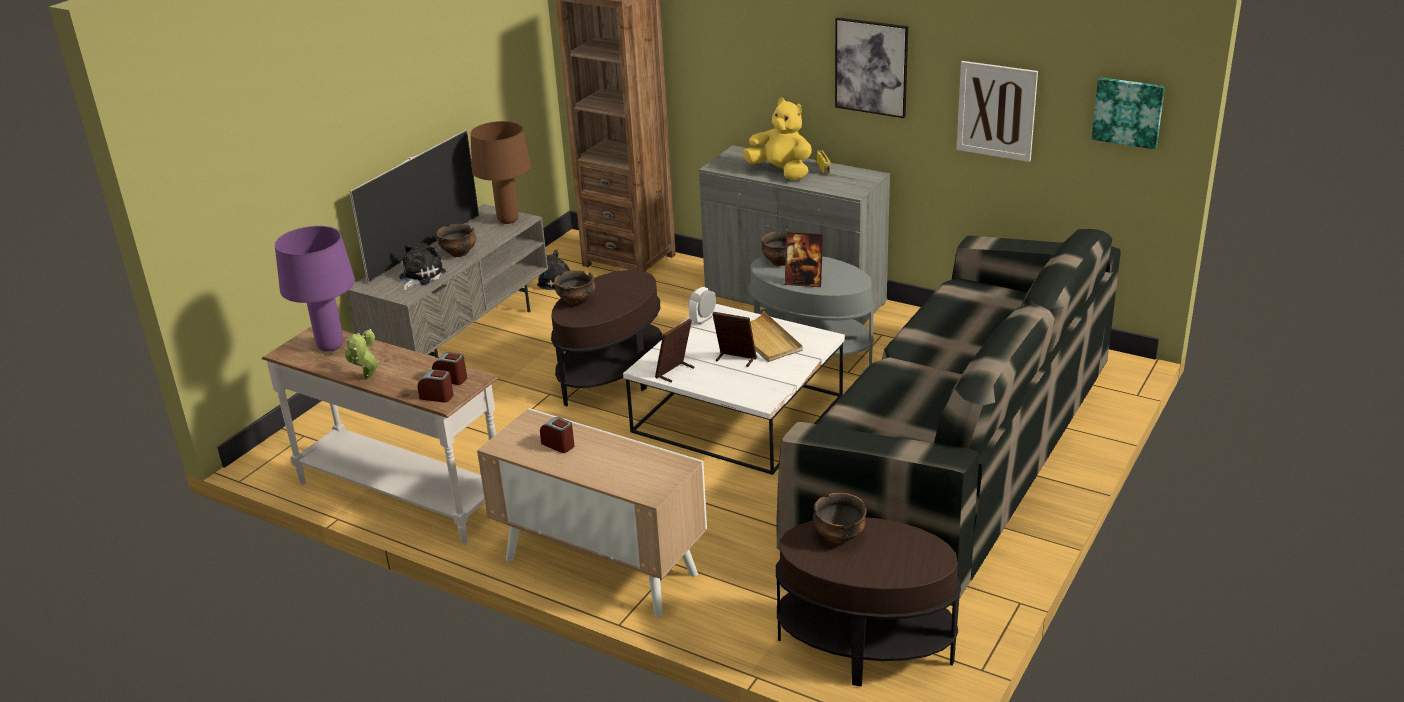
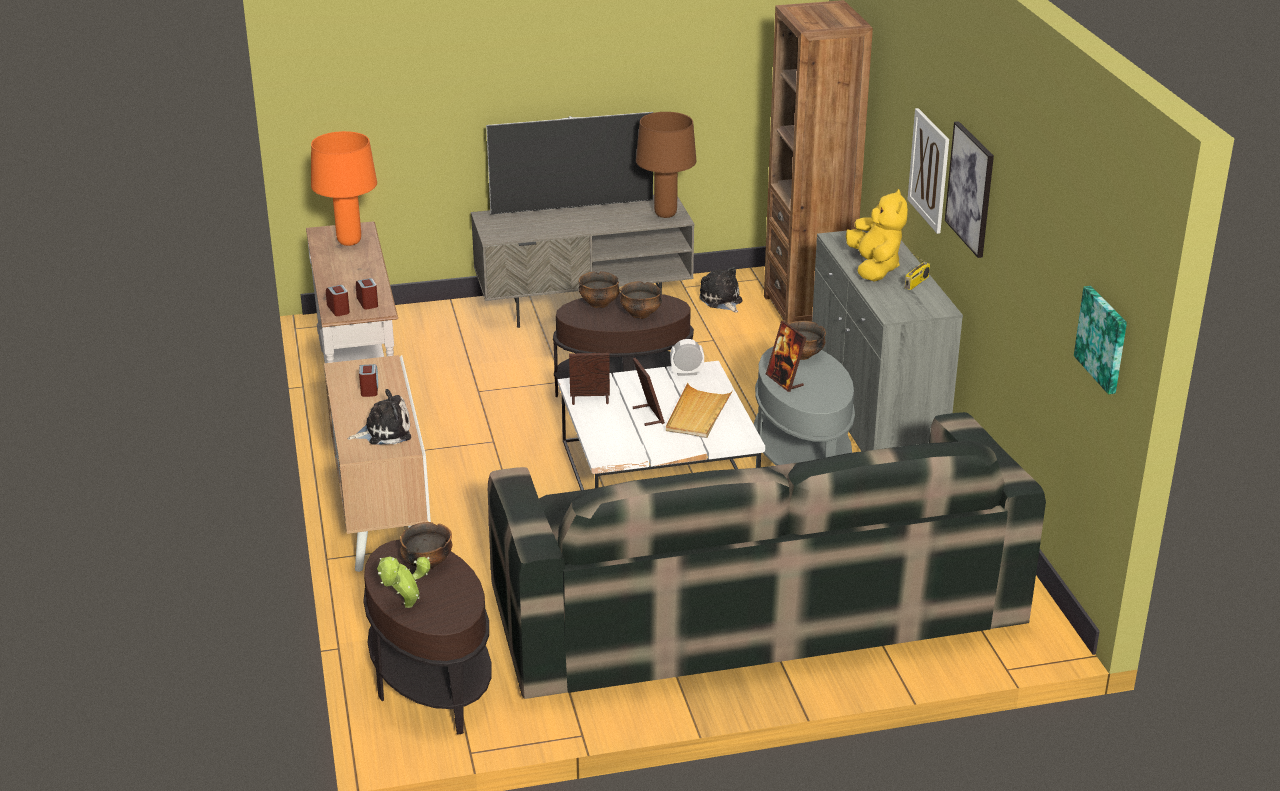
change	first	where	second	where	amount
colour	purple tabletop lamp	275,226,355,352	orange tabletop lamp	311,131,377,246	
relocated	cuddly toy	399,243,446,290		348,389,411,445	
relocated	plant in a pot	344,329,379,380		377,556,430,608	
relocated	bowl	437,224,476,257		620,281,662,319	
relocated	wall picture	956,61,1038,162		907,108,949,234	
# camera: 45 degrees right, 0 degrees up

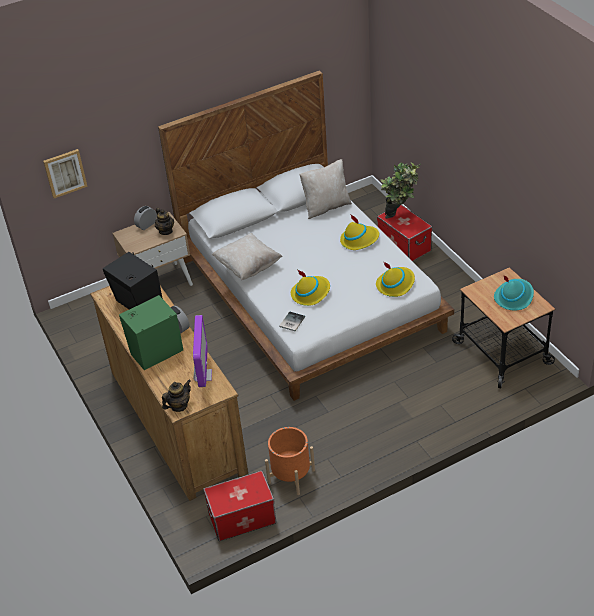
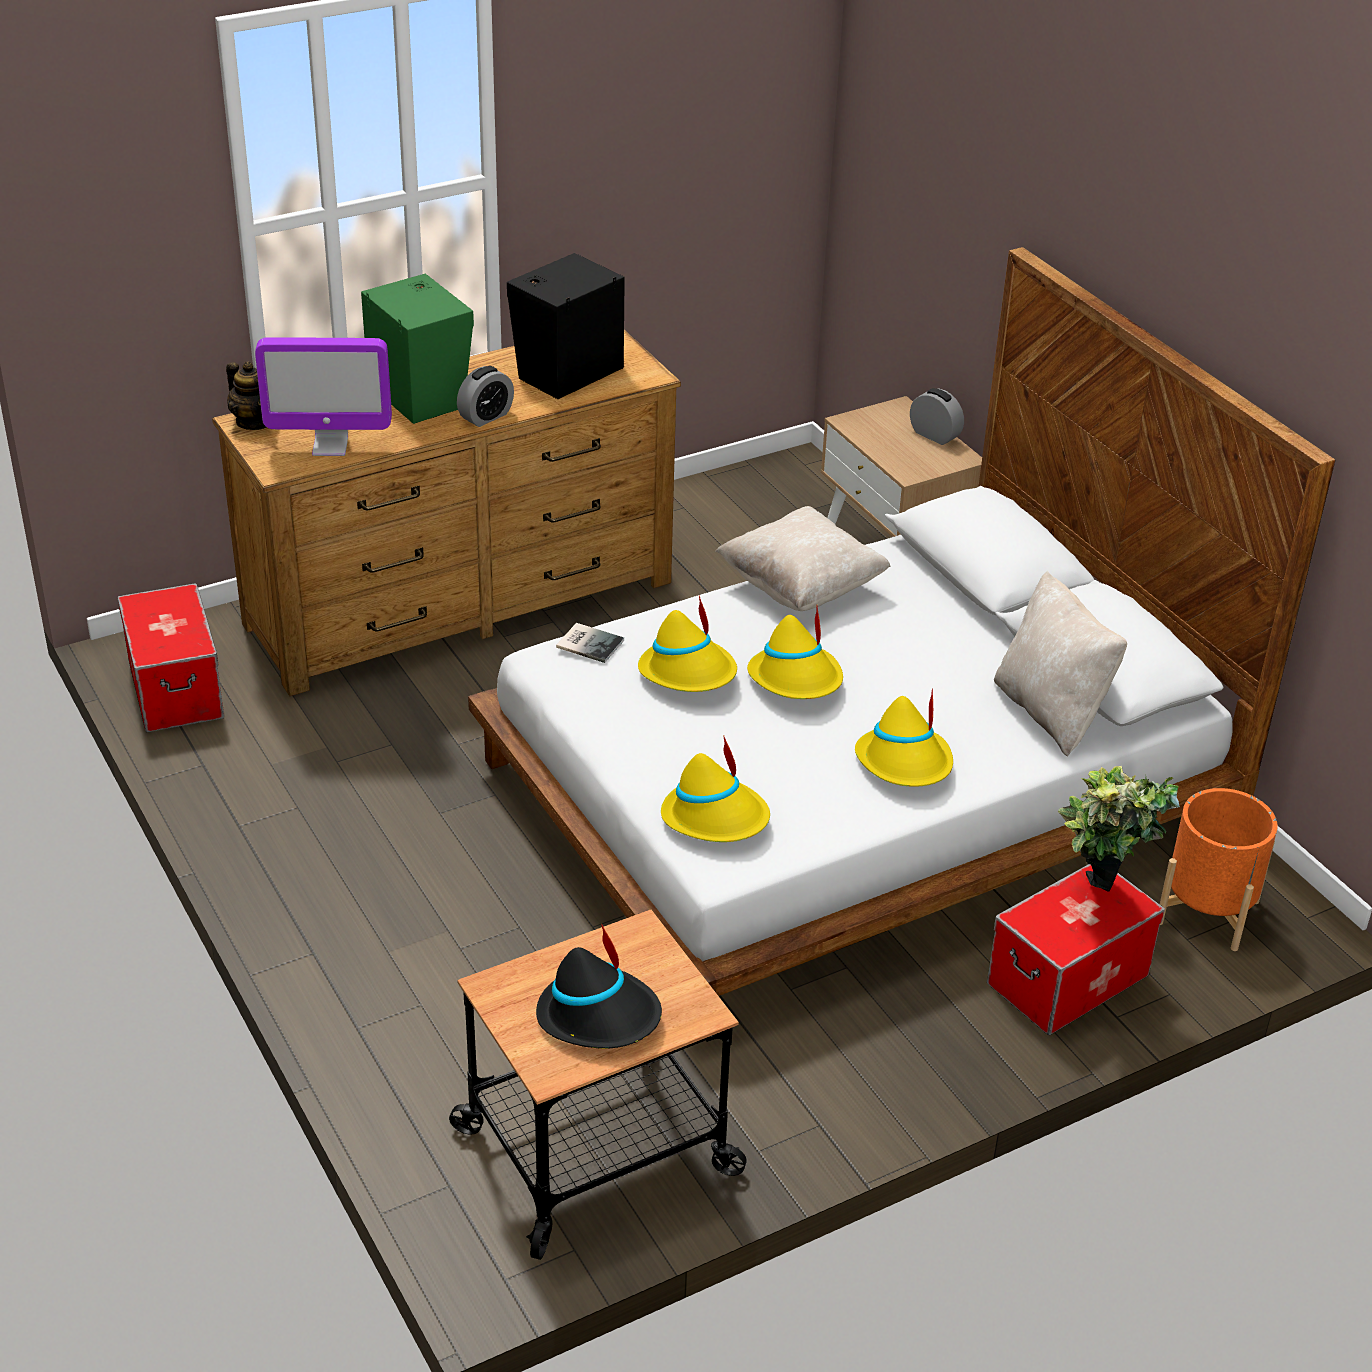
change	first	where	second	where	amount
colour	turquoise wearable hat	494,275,534,310	black wearable hat	536,924,662,1049	
appeared			yellow-coloured wearable hat	747,606,843,699	
relocated	orange flower pot	265,427,315,495		1160,788,1278,951	
missing	wall picture	43,149,88,198			
missing	teapot	155,208,174,235			
# camera: 85 degrees right, 5 degrees down

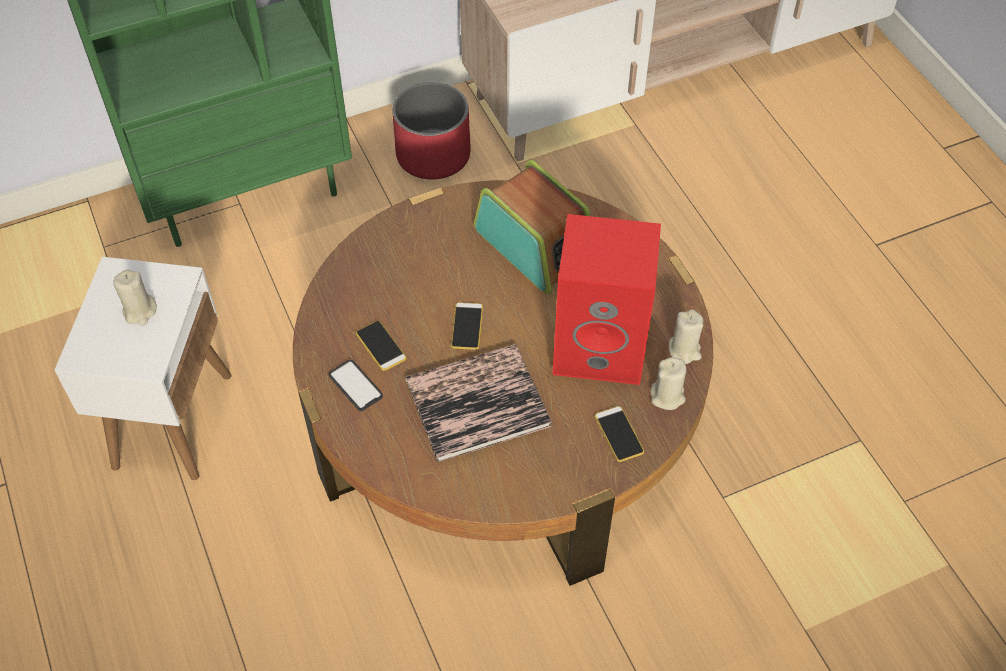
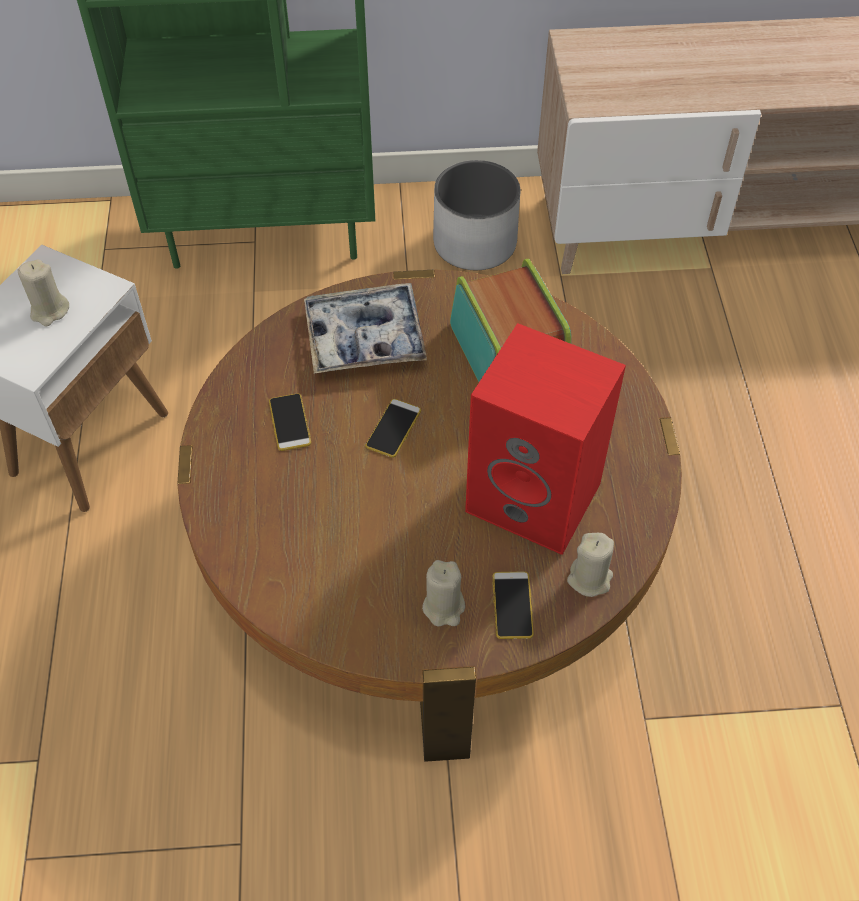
change	first	where	second	where	amount
appeared			carrying tray	304,283,427,373	
relocated	sand-coloured candle	669,309,703,364		422,560,465,627	
colour	reddish flower pot	392,82,471,180	whitish flower pot	433,160,520,270	
missing	phone	329,360,383,411			
missing	volume	406,344,551,463			
# camera: 20 degrees right, 0 degrees up

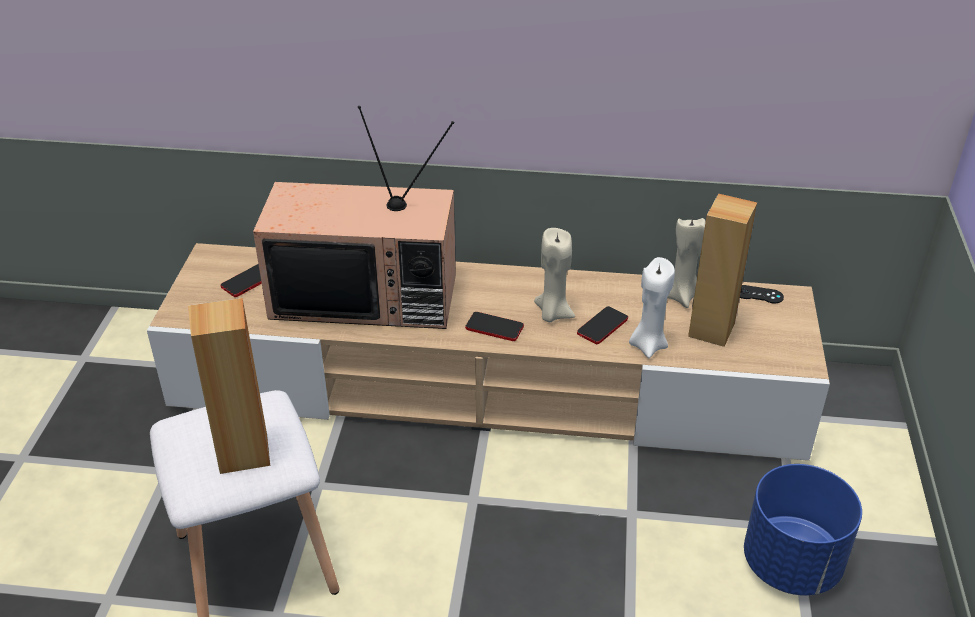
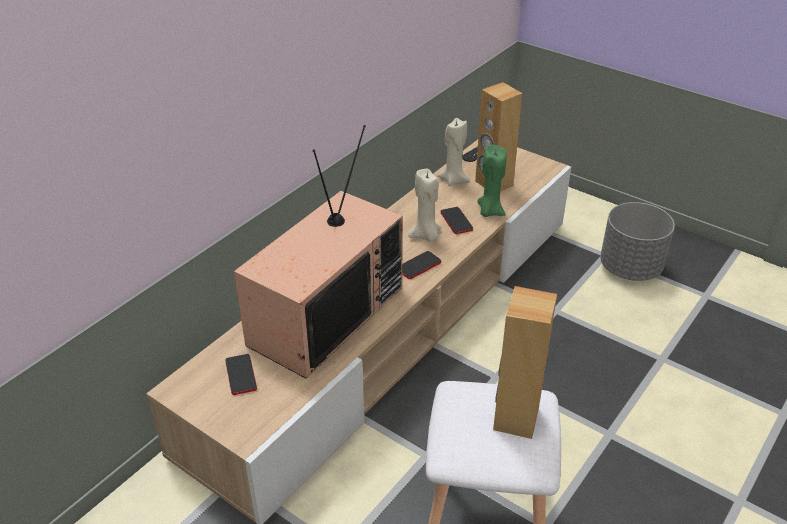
change	first	where	second	where	amount
colour	whitish candle	629,257,675,358	green candle	477,145,507,217	
colour	blue-coloured flower pot	744,464,862,596	grey flower pot	600,202,675,281	
# camera: 60 degrees left, 0 degrees up

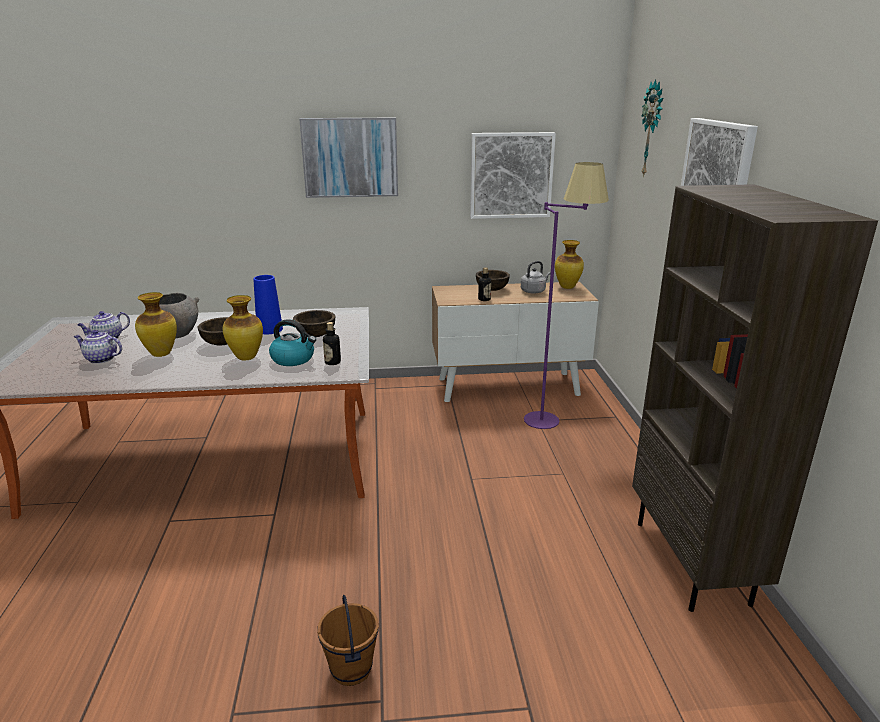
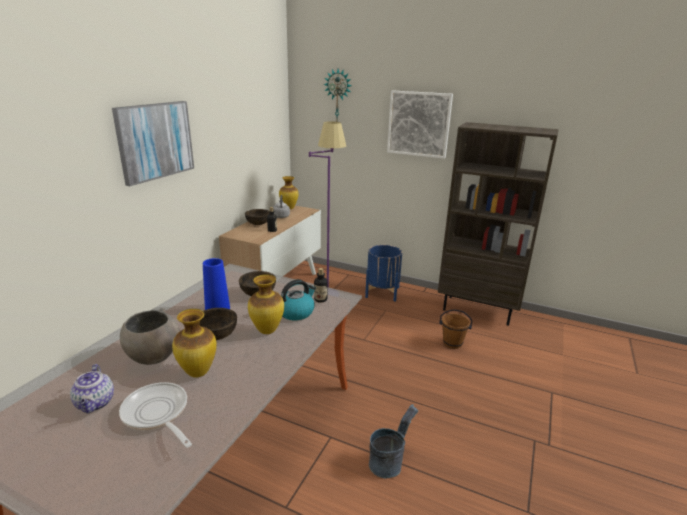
change	first	where	second	where	amount
exchanged	teapot	74,330,122,364	frying pan	119,382,192,448	
appeared			blue-coloured flower pot	365,245,402,302	
appeared			grey pail	369,404,418,479	
relocated	brownish pail	317,595,379,686		439,309,473,349	
missing	wall picture	470,132,556,219			
# camera: 60 degrees left, 0 degrees up

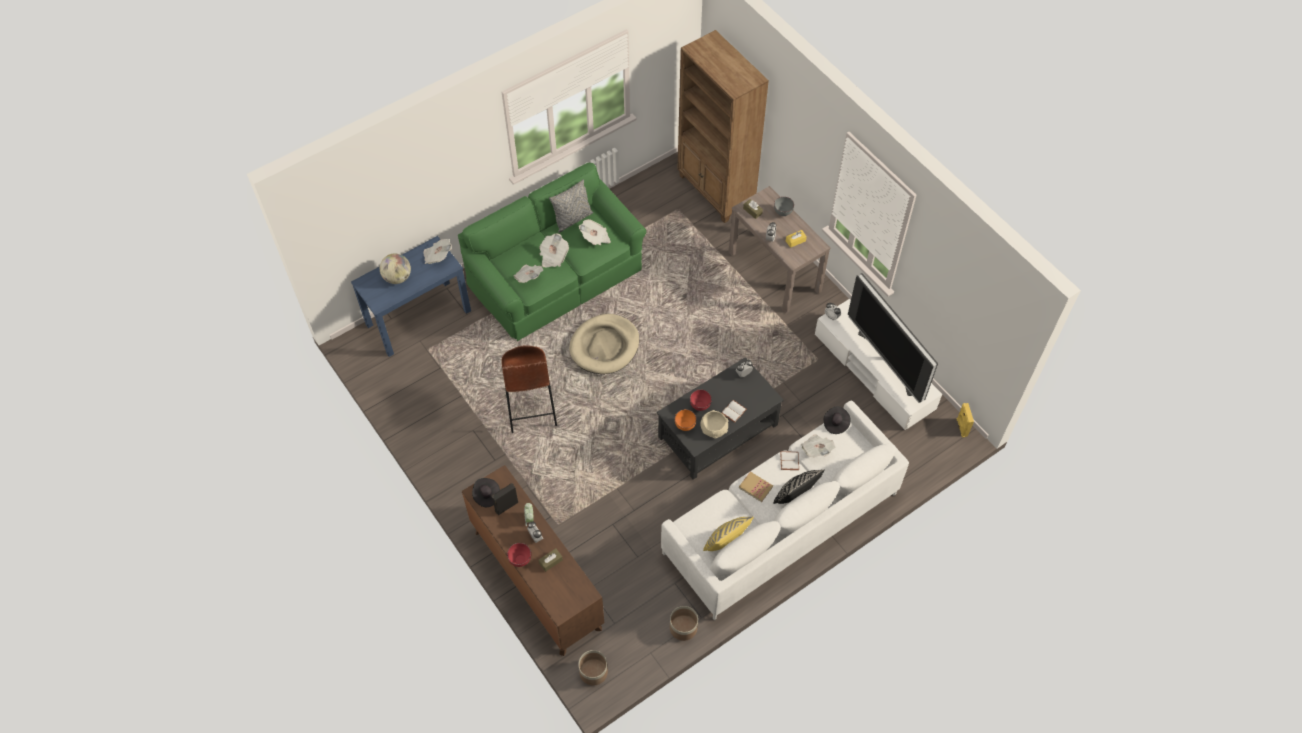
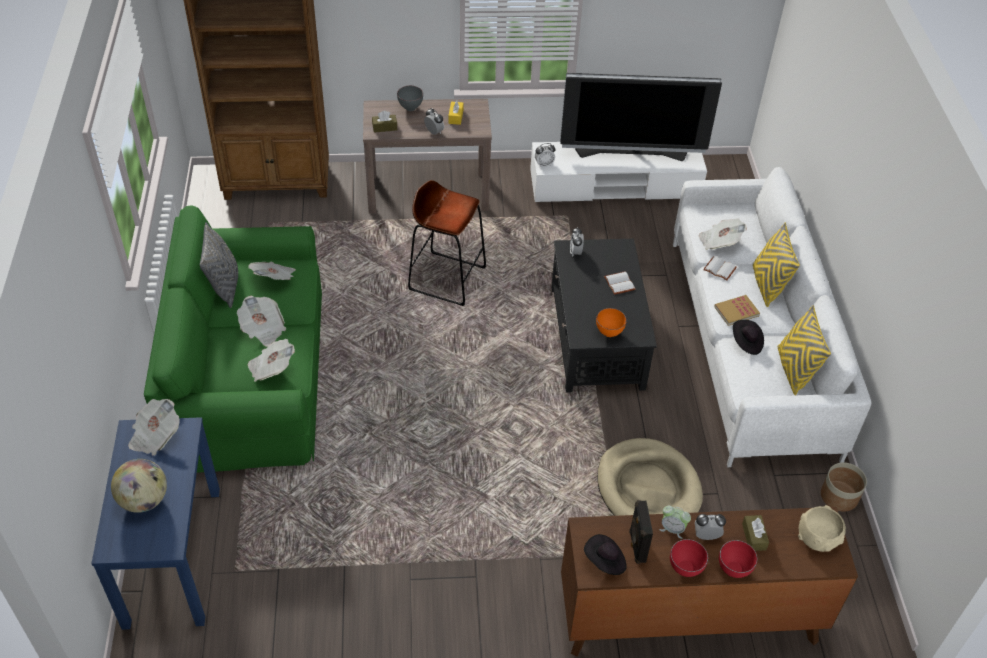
change	first	where	second	where	amount
relocated	brownish stool	502,345,557,433		408,180,486,306	
relocated	sand-coloured dog bed	569,314,639,374		598,438,703,516	
relocated	reddish bowl	690,390,712,411		670,539,708,577	
relocated	black wearable hat	824,406,851,434		733,320,764,355	
colour	black pillow	773,469,825,504	yellow-coloured pillow	753,223,800,307	
relocated	sand-coloured bowl	700,410,729,439		798,505,846,552	
missing	flower pot	578,650,608,685			
missing	yellow-coloured loudspeaker	957,403,974,437			
# camera: 60 degrees left, 10 degrees down

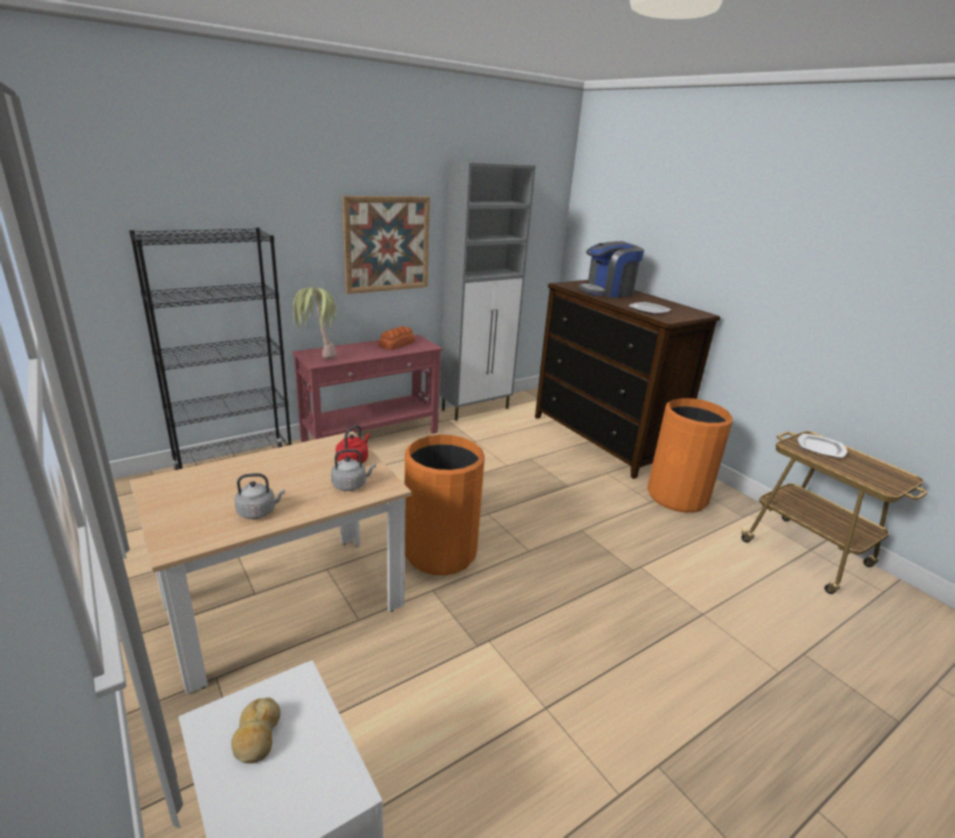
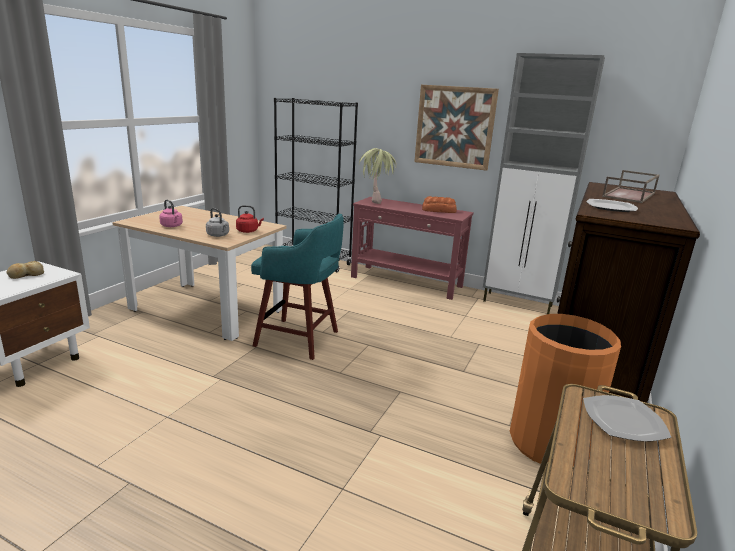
change	first	where	second	where	amount
colour	grey tea kettle	234,473,285,519	pink-coloured tea kettle	159,200,183,227	
exchanged	orange rubbish bin	405,435,485,575	turquoise stool	251,214,344,360	
exchanged	coffee brewer	578,241,644,298	brownish carrying tray	602,170,659,203	
# camera: 60 degrees right, 5 degrees down

